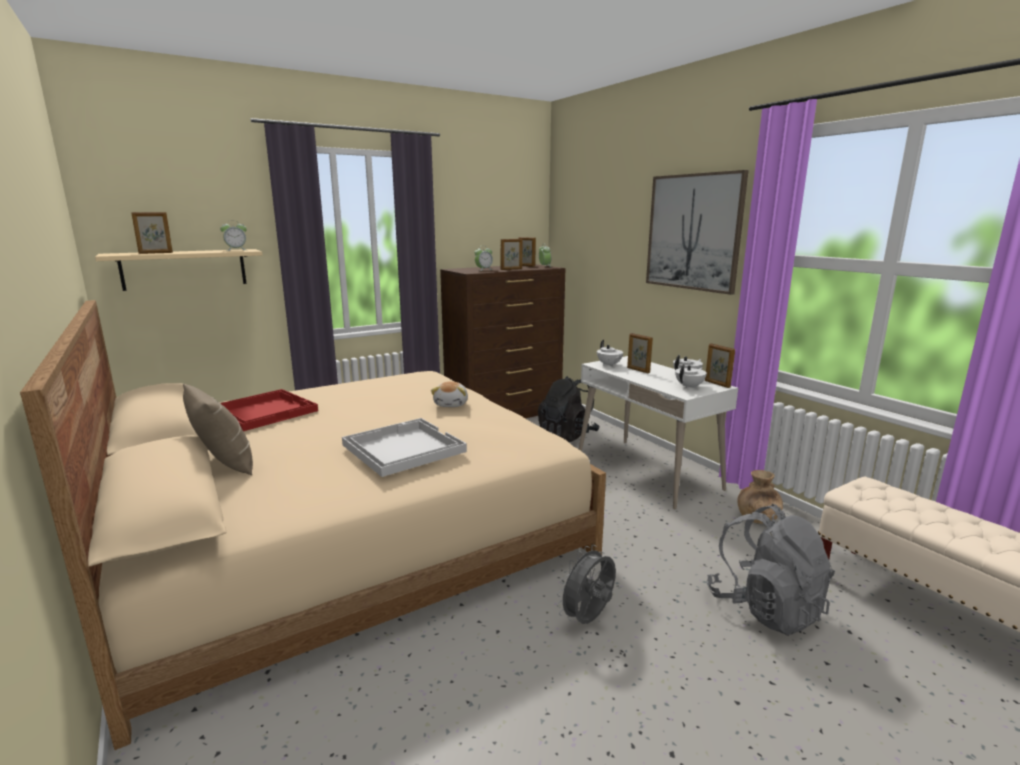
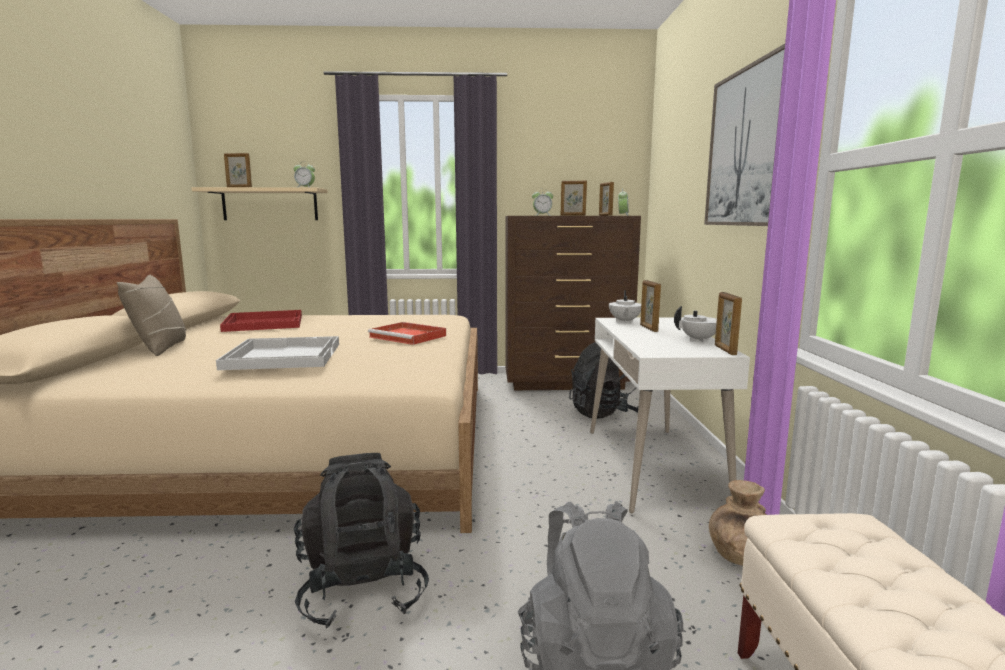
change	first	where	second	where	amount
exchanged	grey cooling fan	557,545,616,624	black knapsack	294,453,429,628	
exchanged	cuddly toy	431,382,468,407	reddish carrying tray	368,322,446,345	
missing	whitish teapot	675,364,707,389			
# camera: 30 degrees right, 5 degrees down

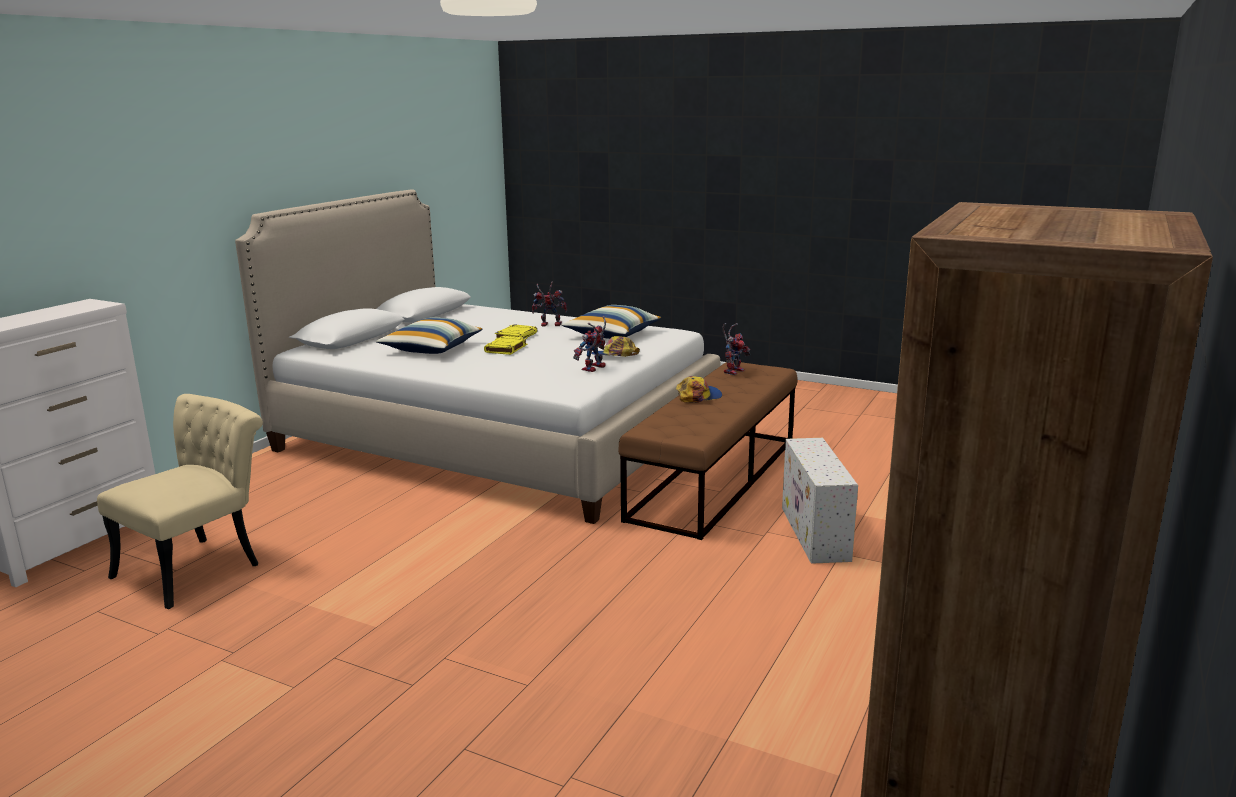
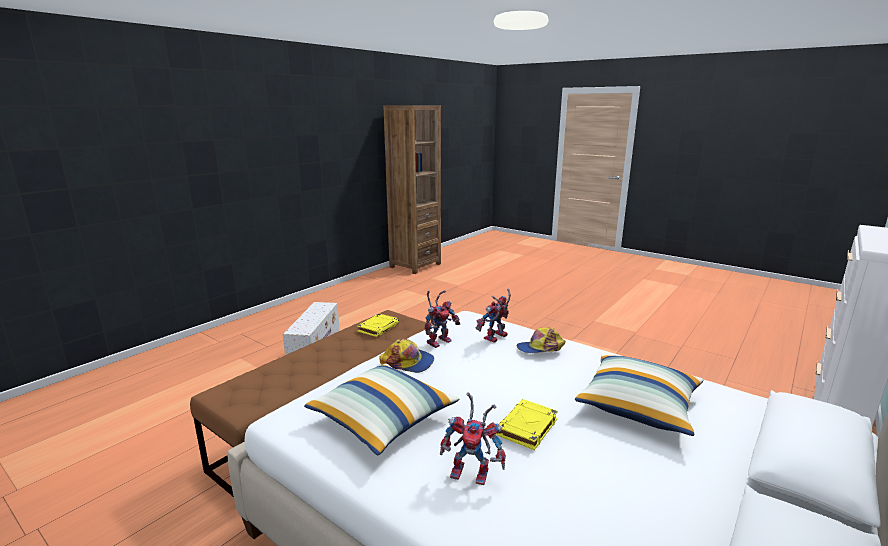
change	first	where	second	where	amount
relocated	yellow-coloured volume	484,336,527,355		357,314,399,337	
relocated	toy robot	722,323,751,375		476,289,511,343	
relocated	baseball cap	676,376,722,403		517,327,566,353	
missing	sand-coloured chair	97,394,263,609			
# camera: 170 degrees left, 0 degrees up

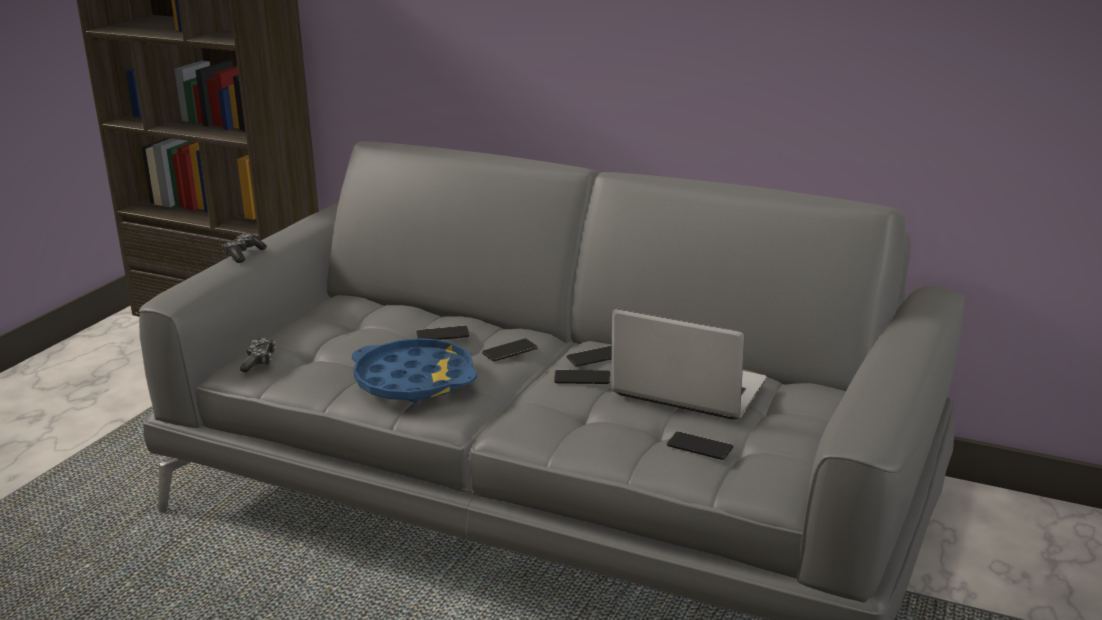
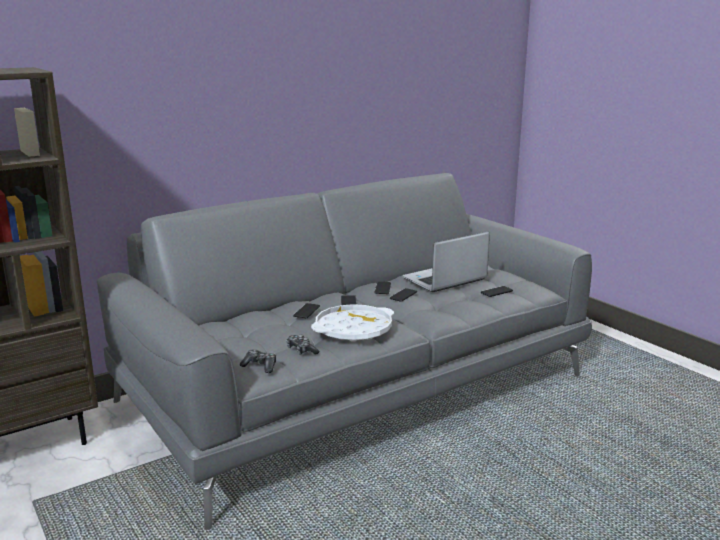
change	first	where	second	where	amount
relocated	game controller	222,233,267,263		286,335,319,355	
colour	blue-coloured carrying tray	352,338,477,402	whitish carrying tray	311,304,394,342	
# camera: 60 degrees left, 5 degrees down

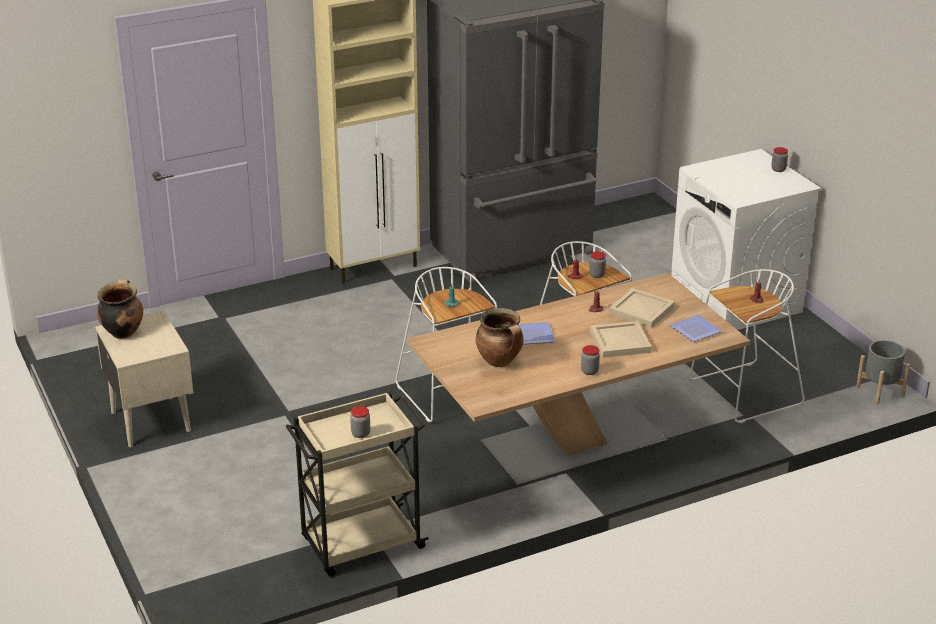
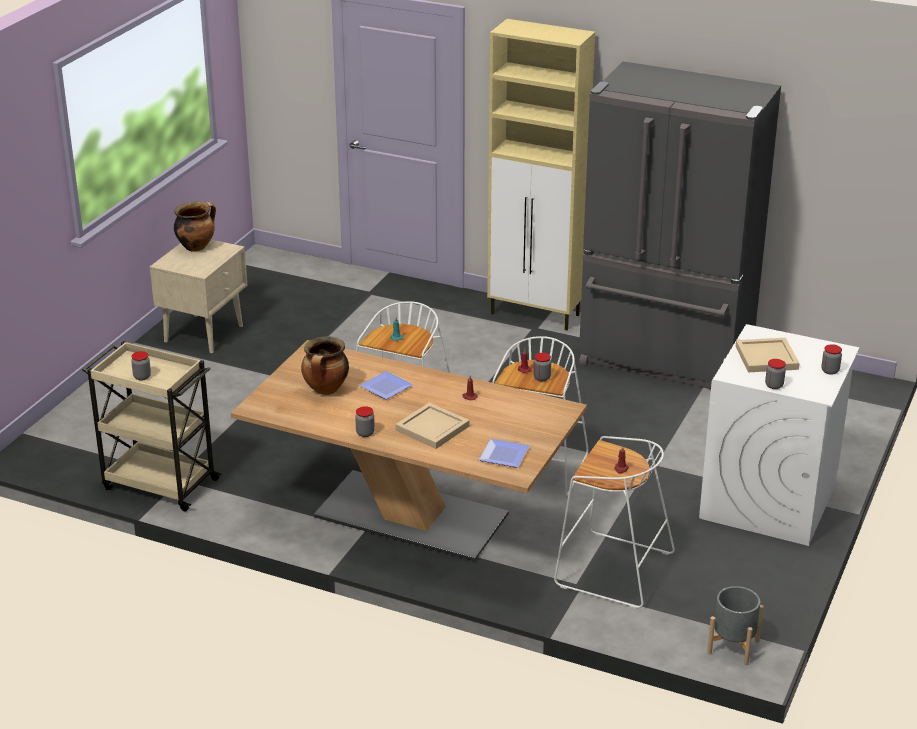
change	first	where	second	where	amount
relocated	sand-coloured carrying tray	609,288,675,328		736,338,800,372	
appeared			storage jar	765,359,786,389	
# camera: 50 degrees right, 0 degrees up

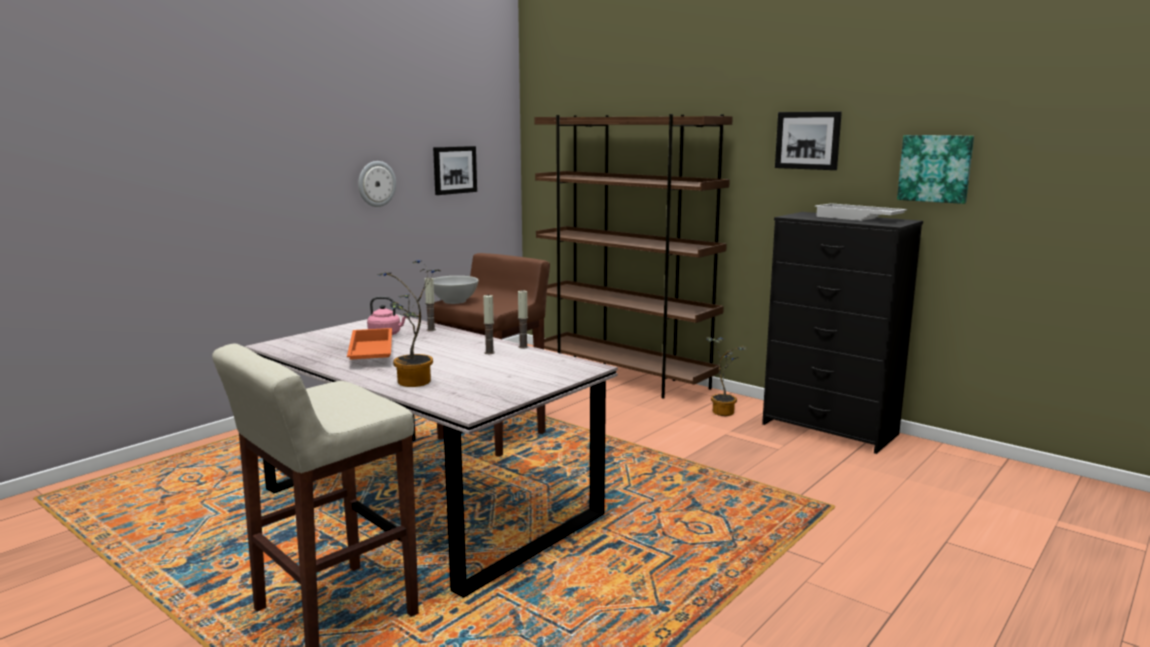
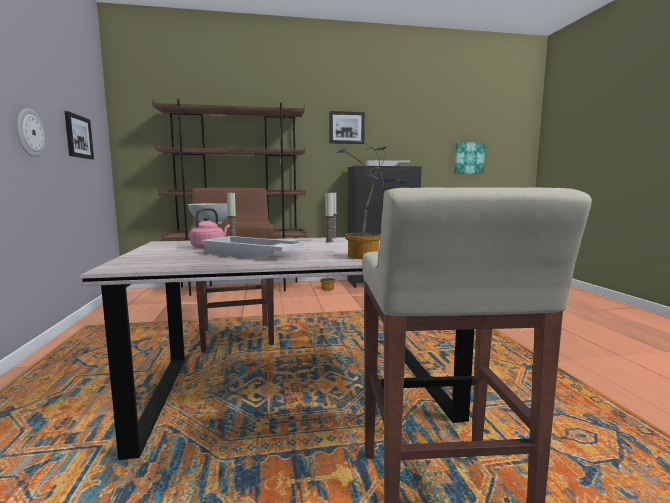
change	first	where	second	where	amount
colour	orange carrying tray	347,328,392,360	whitish carrying tray	201,236,307,259	
relocated	wall picture	897,135,974,204		454,142,486,174	
# camera: 50 degrees left, 5 degrees down

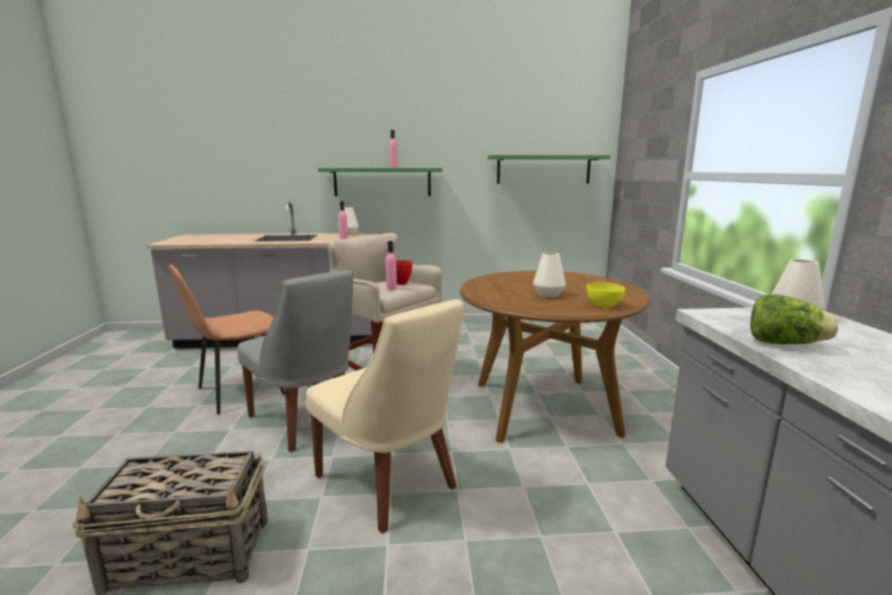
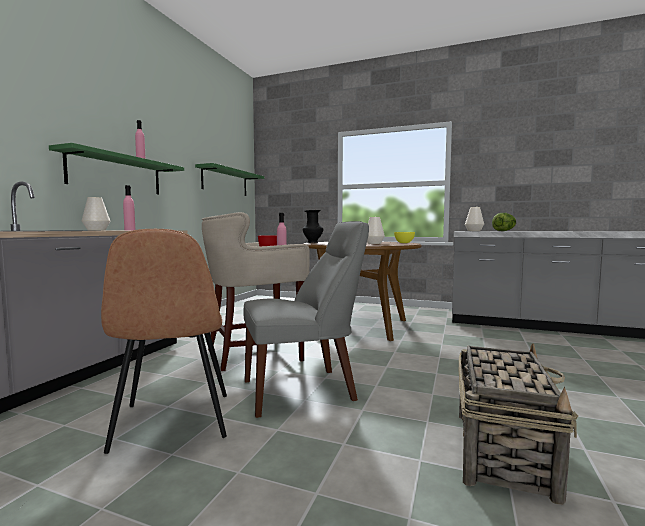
change	first	where	second	where	amount
appeared			black vase	303,210,323,243	
missing	sand-coloured chair	306,299,464,534			
# camera: 65 degrees left, 10 degrees down

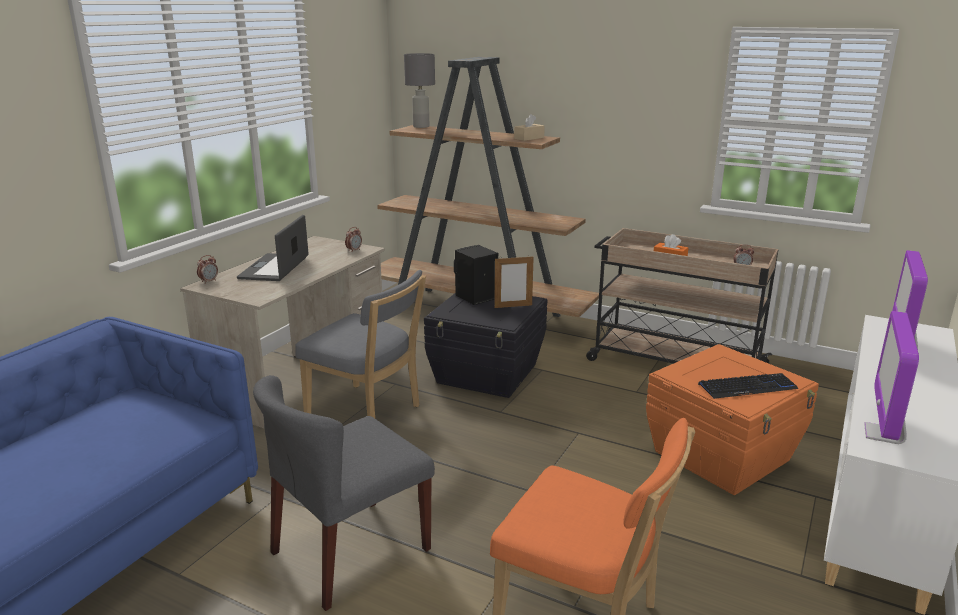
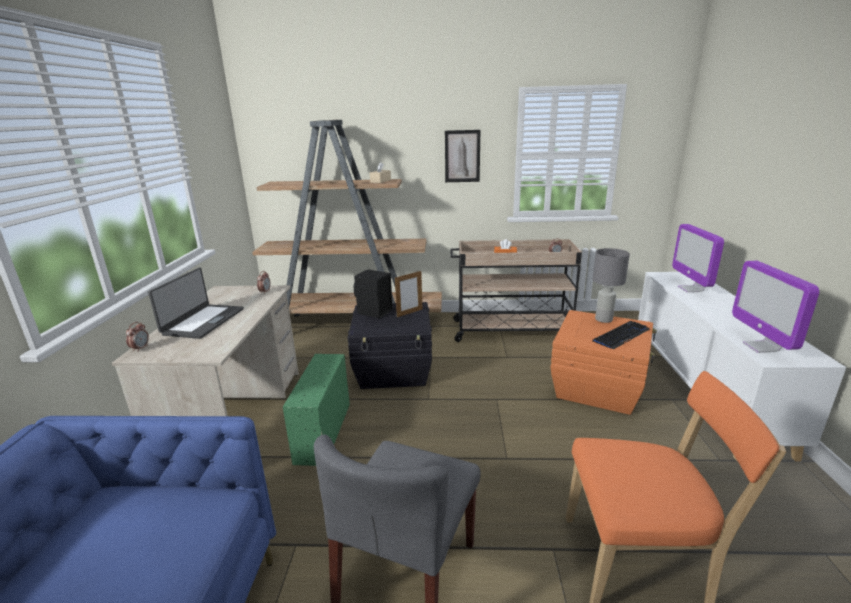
change	first	where	second	where	amount
spun	portable computer	237,215,309,281		148,268,244,339	150 degrees counterclockwise
exchanged	grey chair	295,270,426,418	green storage bin	283,354,350,466	
appeared			wall picture	445,130,480,182	
relocated	grey tabletop lamp	404,53,435,128		593,248,630,323	
# camera: 25 degrees left, 0 degrees up

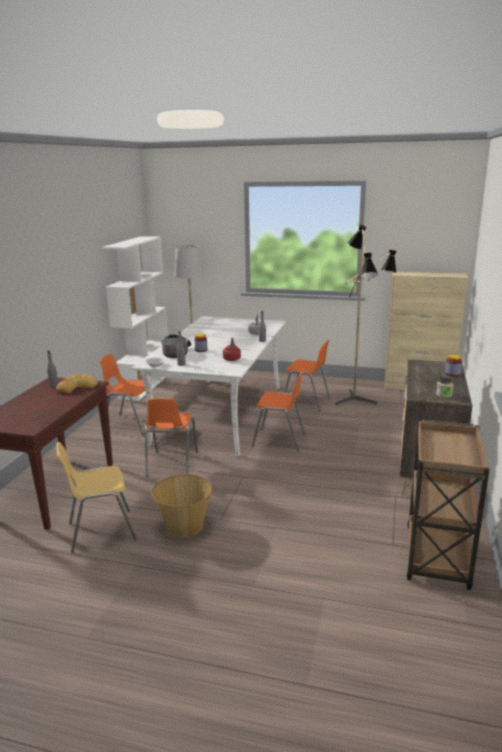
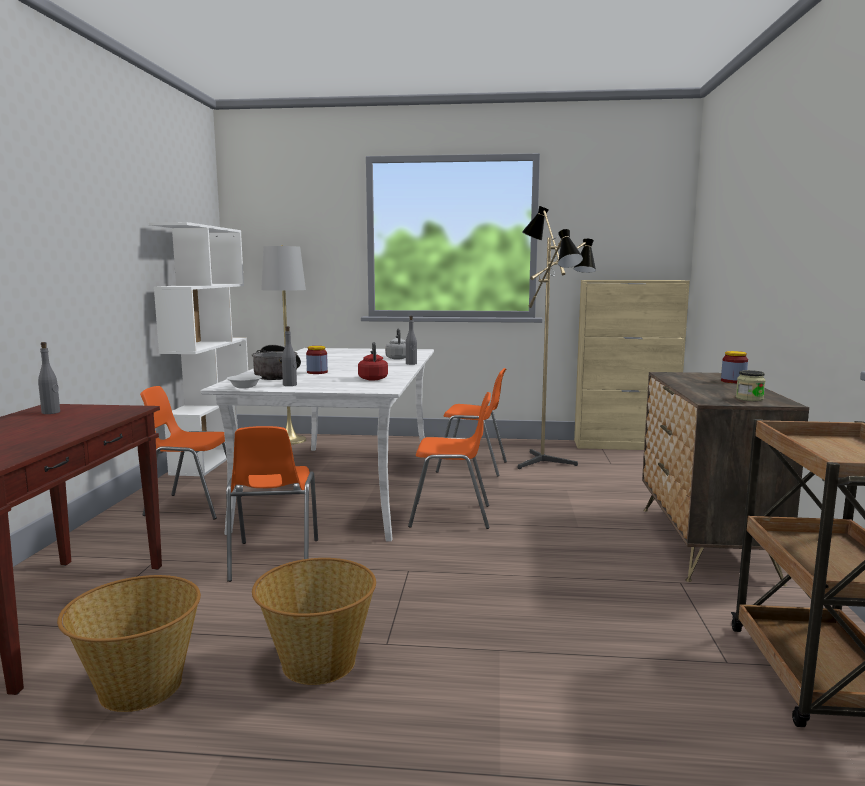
change	first	where	second	where	amount
exchanged	yellow-coloured chair	56,442,137,553	household basket	57,575,201,712	
missing	bread	56,374,98,393			
# camera: 10 degrees left, 10 degrees down

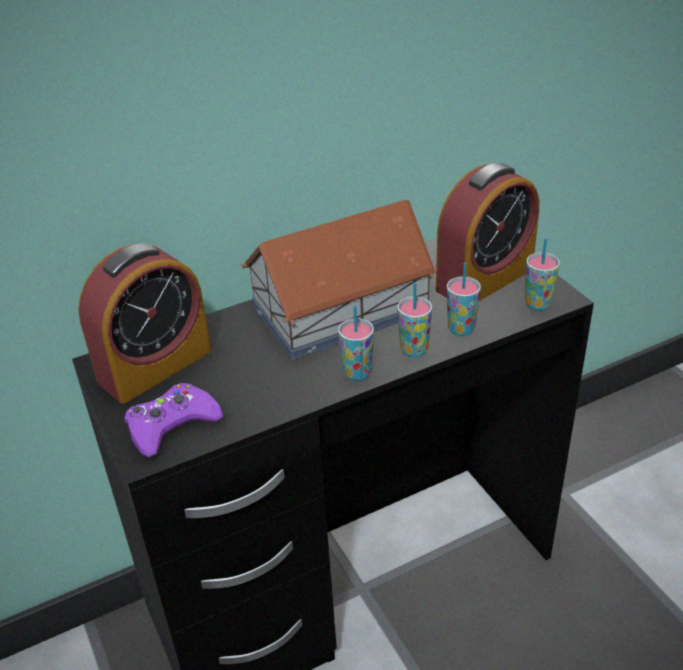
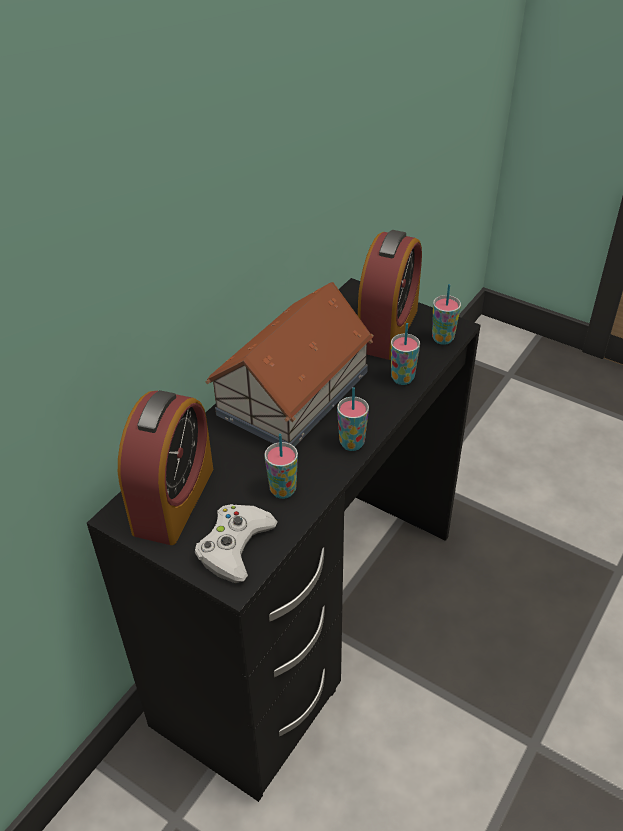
change	first	where	second	where	amount
colour	purple game controller	125,383,223,458	whitish game controller	195,504,278,583	
relocated	small cup	397,283,432,358		264,434,298,499	
# camera: 30 degrees left, 5 degrees up

